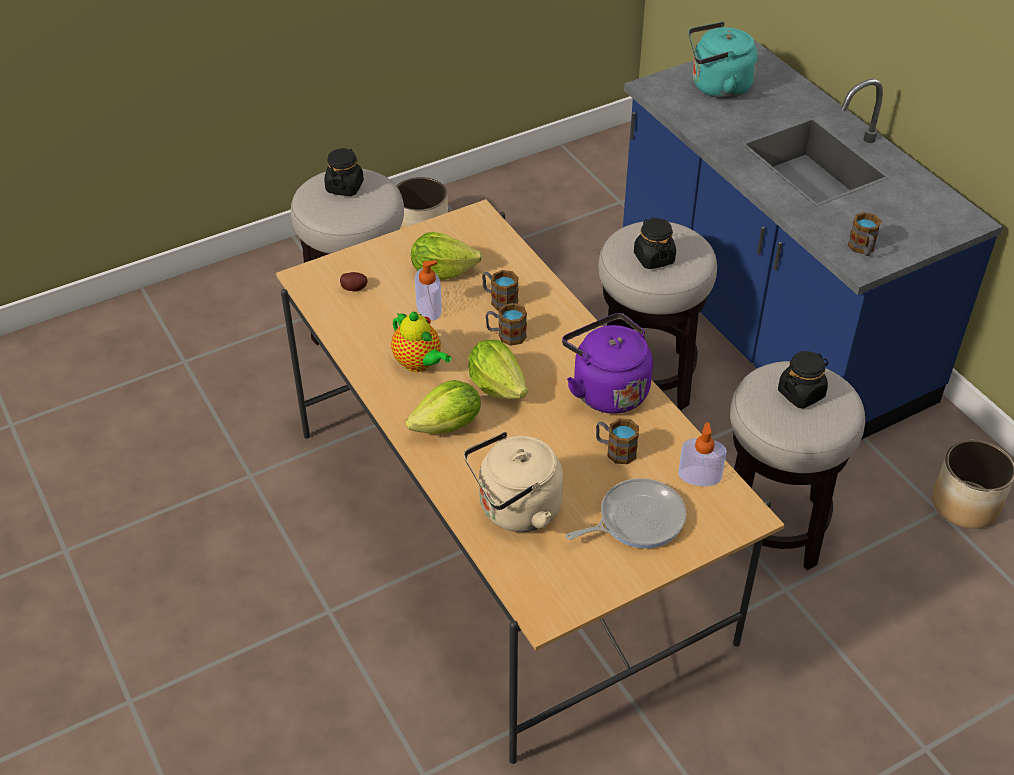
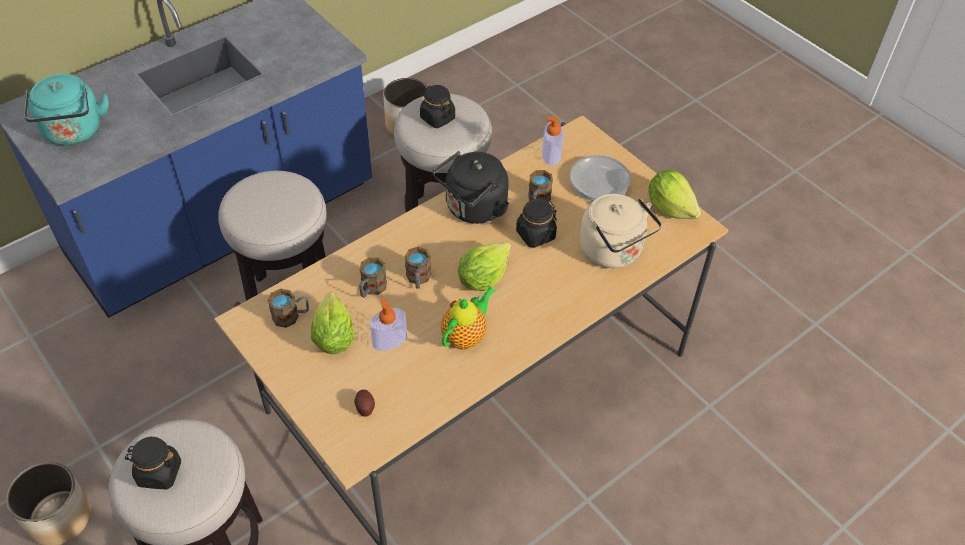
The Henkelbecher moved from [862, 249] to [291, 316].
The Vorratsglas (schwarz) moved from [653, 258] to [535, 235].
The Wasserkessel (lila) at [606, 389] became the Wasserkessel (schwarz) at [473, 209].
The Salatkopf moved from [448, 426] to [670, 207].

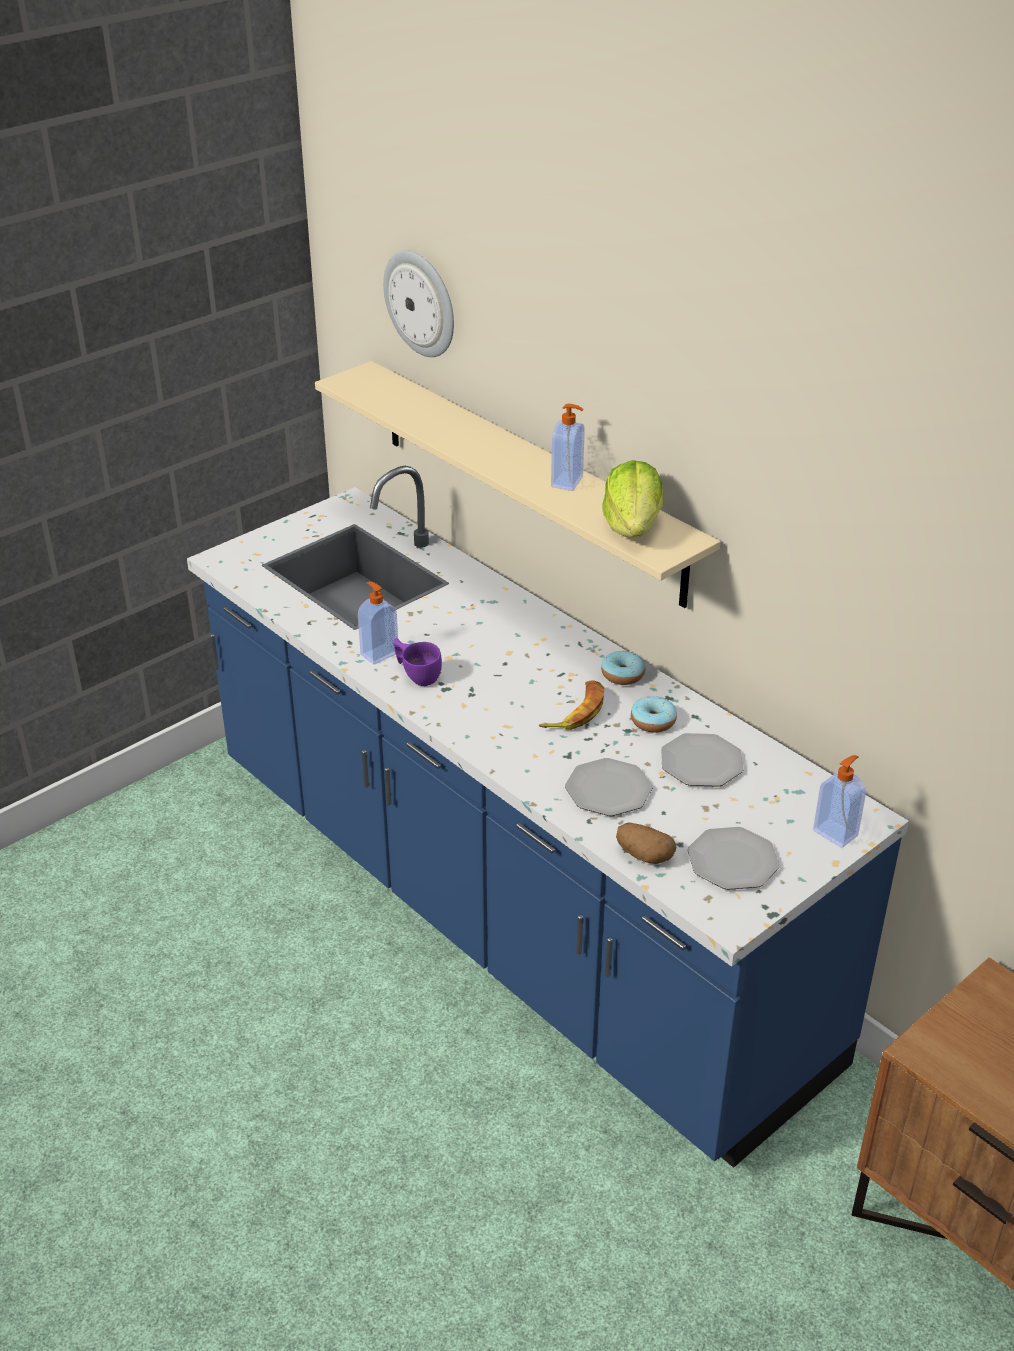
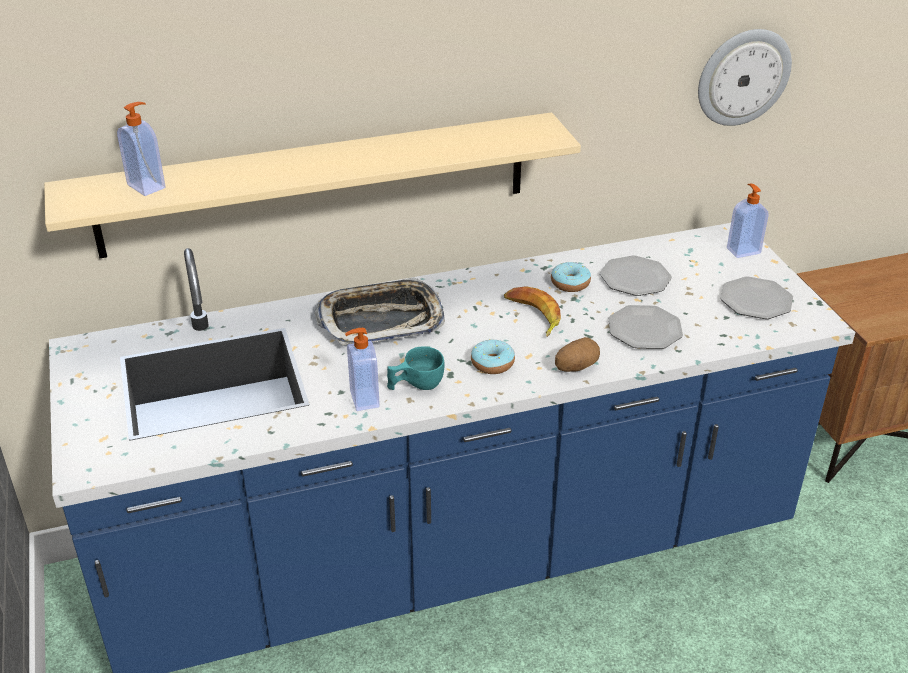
The Wanduhr moved from [421, 303] to [743, 77].
The Seifenspender moved from [568, 482] to [147, 186].
The Salatkopf at [632, 527] disappeared.
The Tasse (lila) at [417, 674] became the Tasse (türkis) at [415, 385].
The Donut moved from [623, 675] to [492, 363].
The Kartoffel moved from [643, 855] to [576, 367].
The Tablett at [381, 320] appeared.

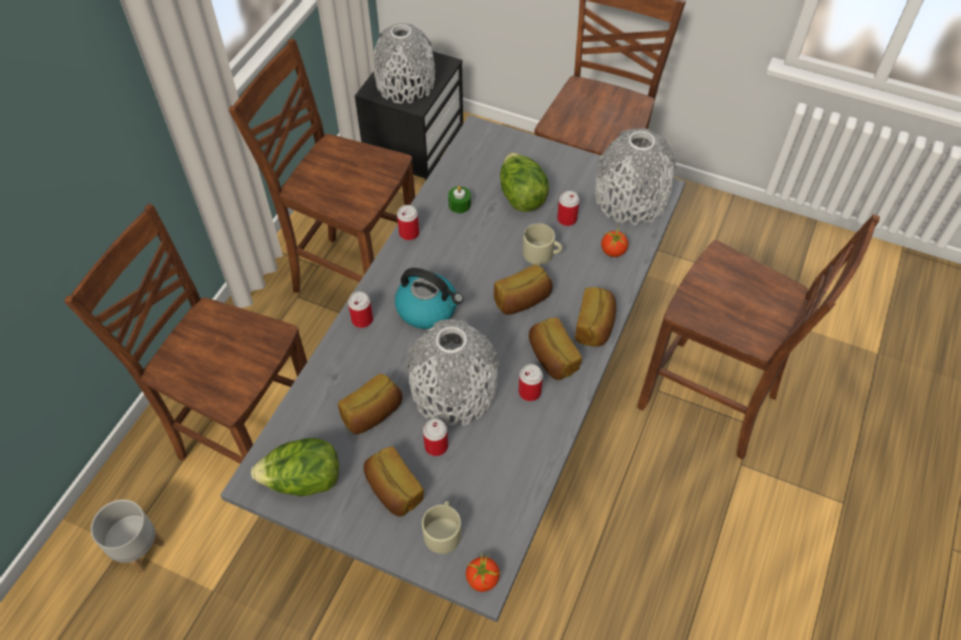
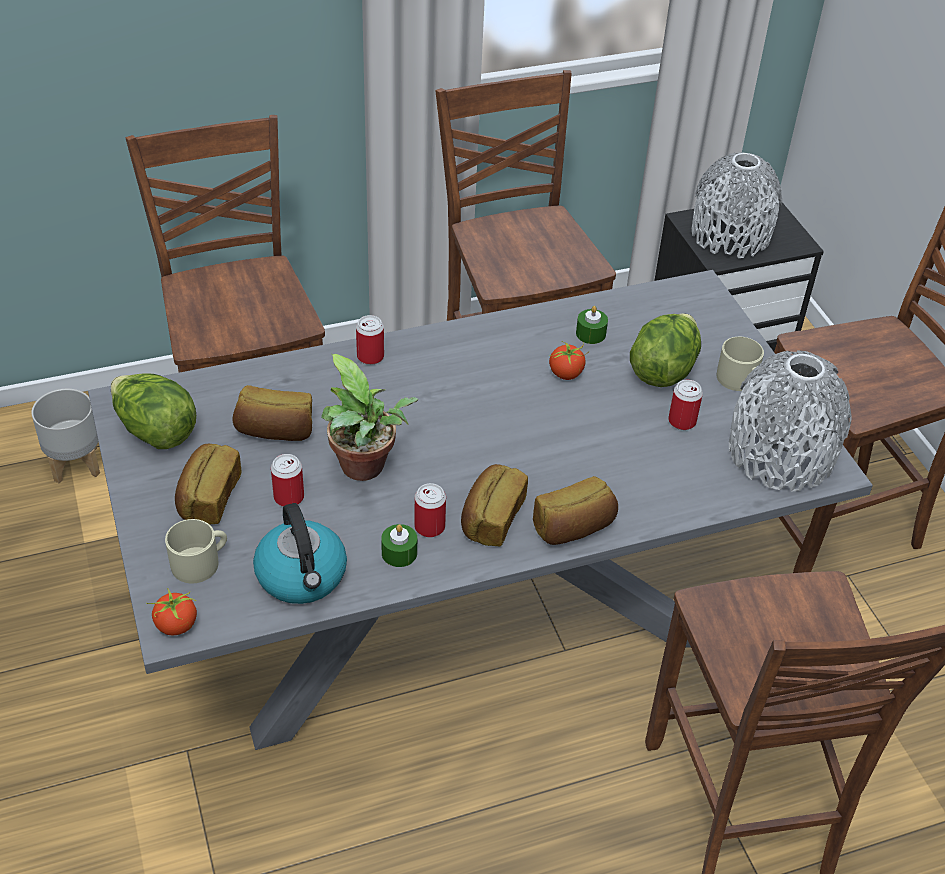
The Dose at [409, 233] disappeared.
The Henkelbecher (beige) moved from [542, 254] to [739, 380].
The Tomate moved from [613, 251] to [566, 373].
The Brot at [523, 300] disappeared.
The Wasserkessel moved from [428, 309] to [302, 576].
The Vase (grau) at [453, 390] was replaced by the Topfpflanze at [365, 469].
The Kerze (grün) at [399, 553] appeared.

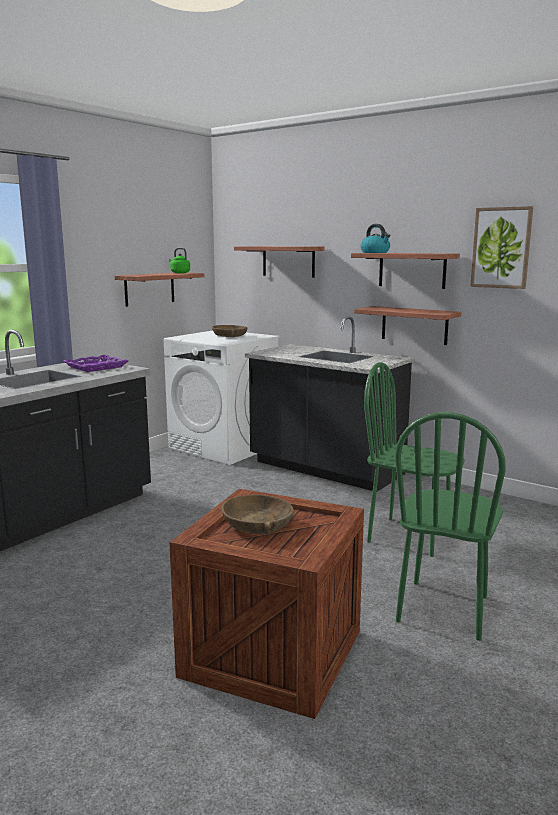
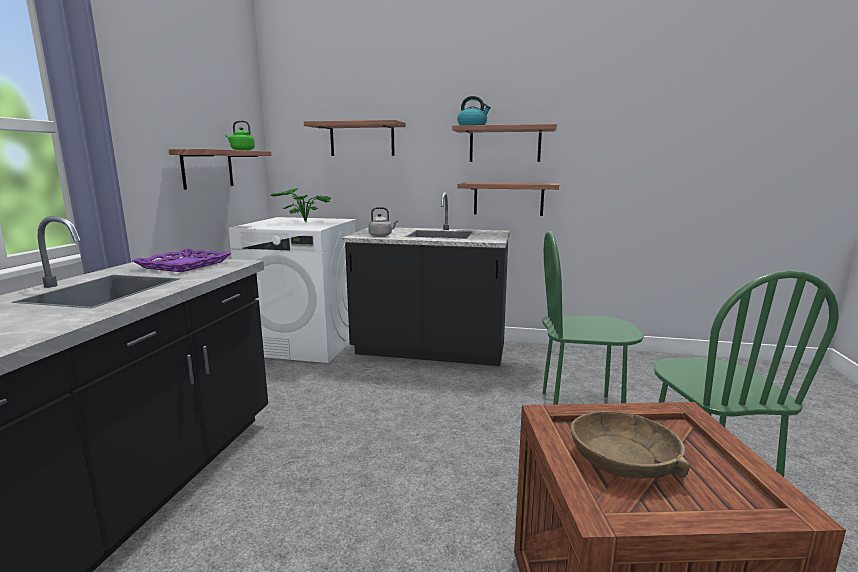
The Bild at [501, 248] disappeared.
The Schüssel (braun) at [229, 336] was replaced by the Topfpflanze at [303, 221].
The Wasserkessel (grau) at [381, 236] appeared.

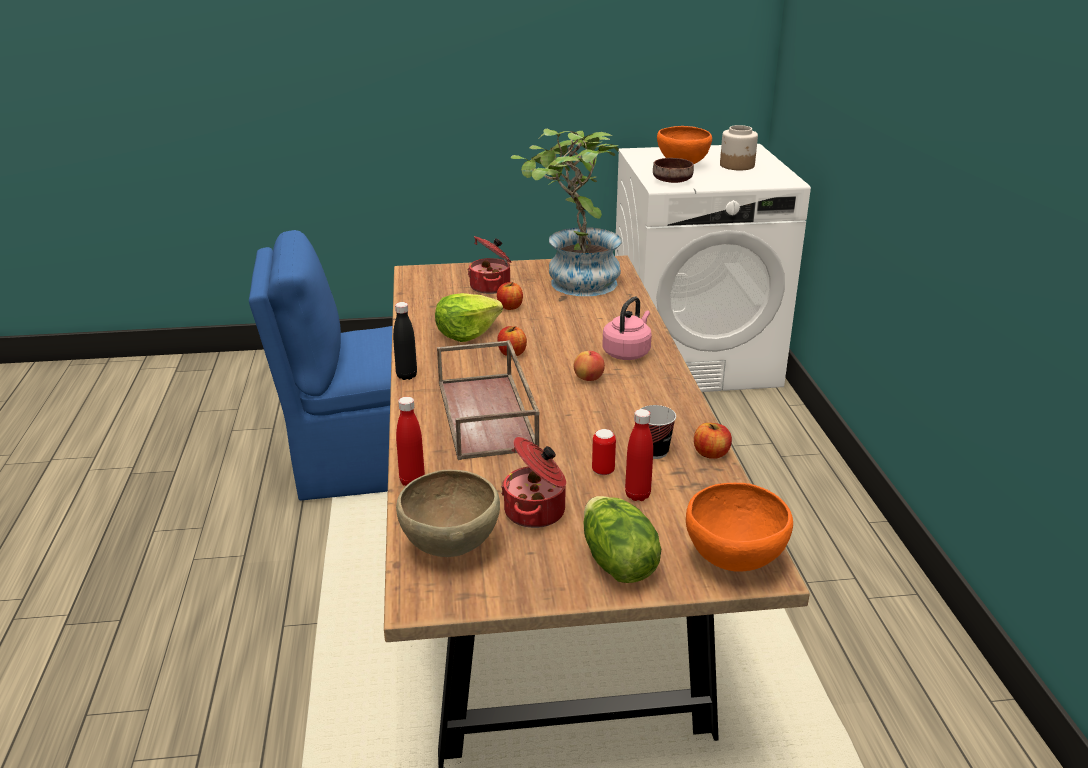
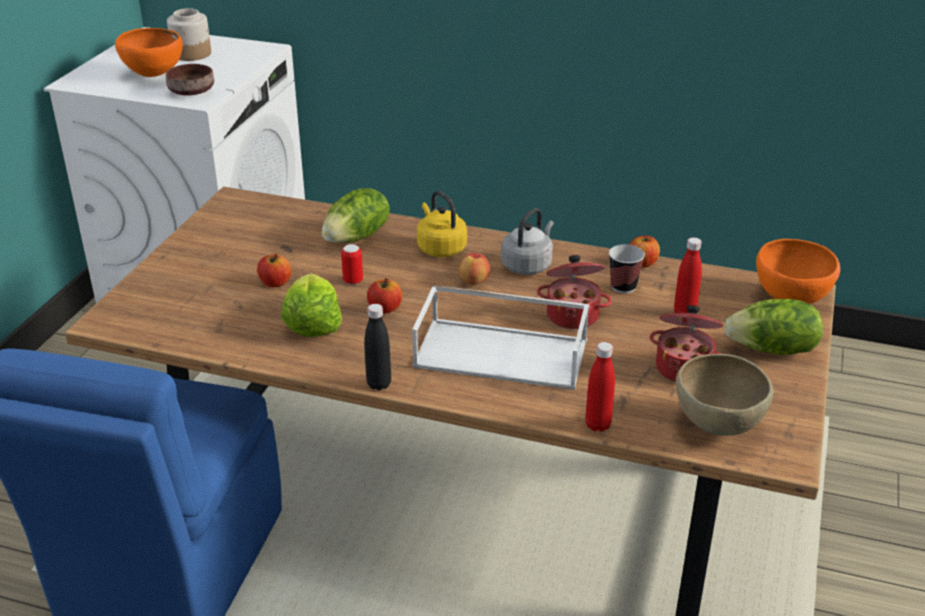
The Topfpflanze at [572, 282] disappeared.
The Kochtopf moved from [491, 286] to [573, 315].
The Wasserkessel (rosa) at [627, 352] became the Wasserkessel (gelb) at [440, 248].
The Tablett (braun) at [488, 415] became the Tablett (weiß) at [503, 353].
The Dose moved from [603, 471] to [353, 281].
The Salatkopf at [357, 237] appeared.
The Wasserkessel (grau) at [528, 265] appeared.

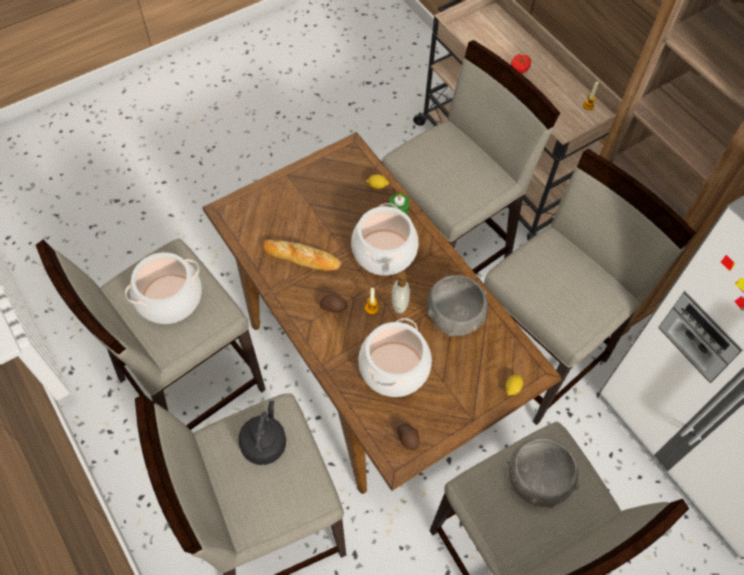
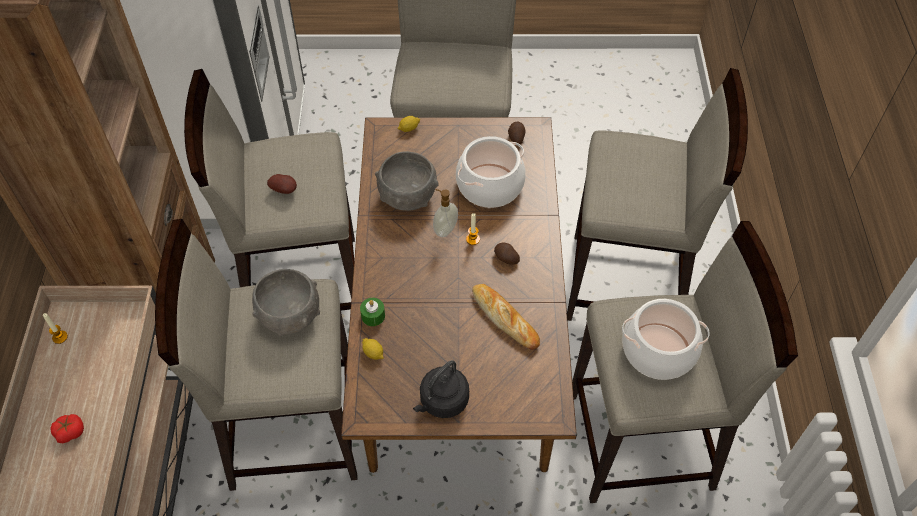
The Kochtopf at [384, 251] disappeared.
The Wasserkessel (schwarz) moved from [264, 442] to [442, 402].
The Schüssel (grau) moved from [537, 480] to [289, 315].
The Kartoffel at [284, 190] appeared.

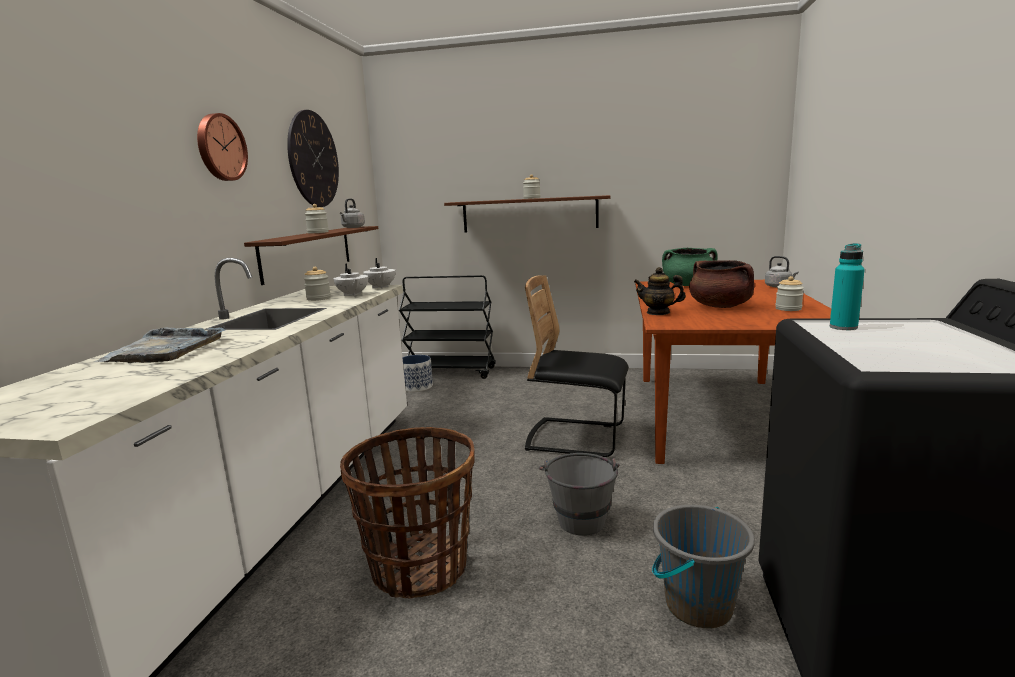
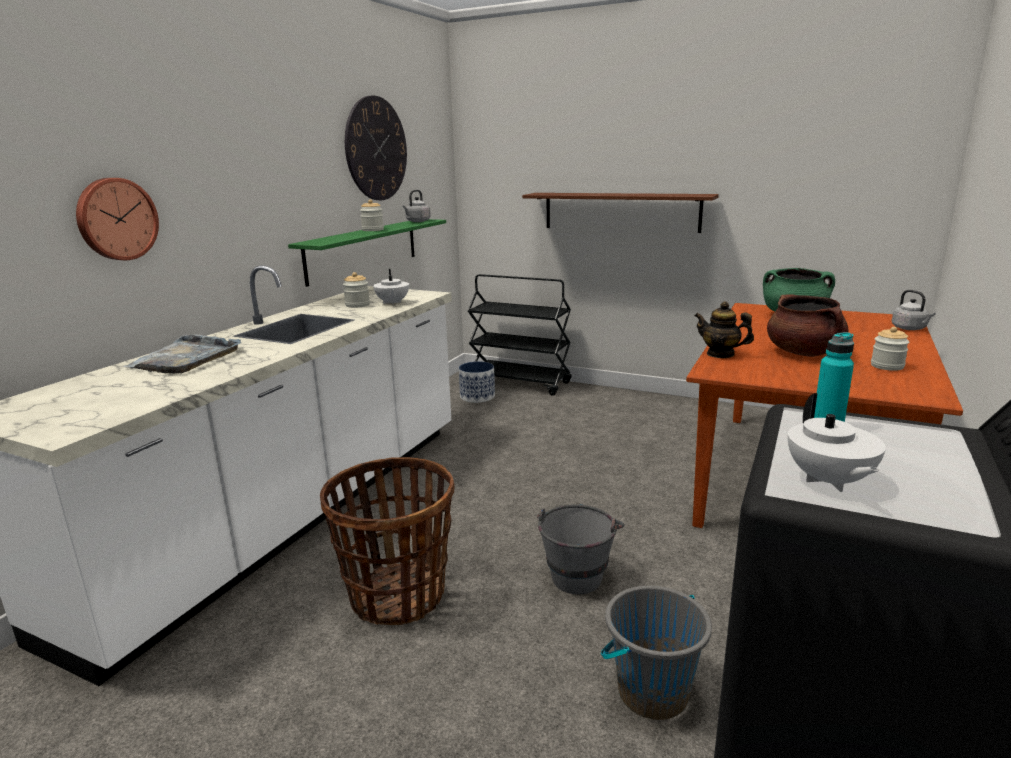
The Wanduhr moved from [220, 147] to [116, 219].
The Vorratsglas at [532, 198] disappeared.
The Wandregal (braun) at [308, 252] became the Wandregal (grün) at [363, 250].
The Teekanne (weiß) moved from [380, 287] to [828, 481].
The Stuhl (schwarz) at [576, 438] disappeared.

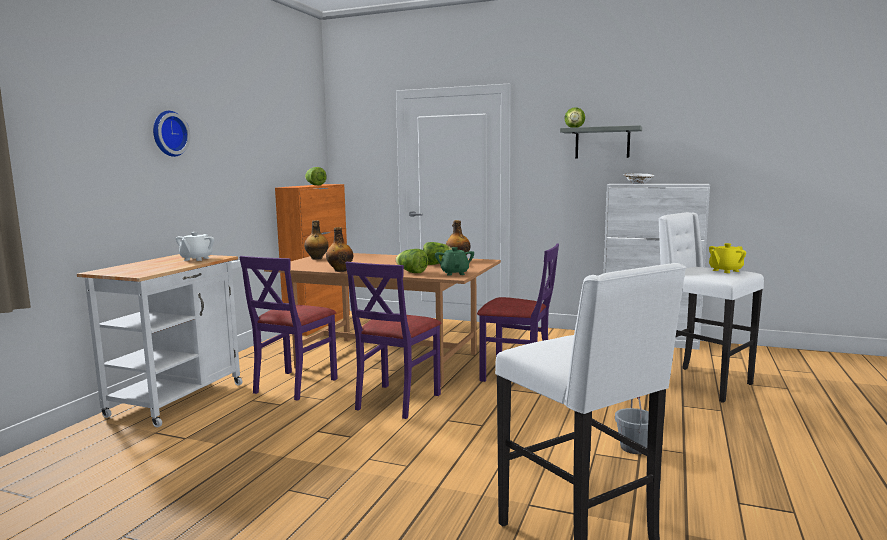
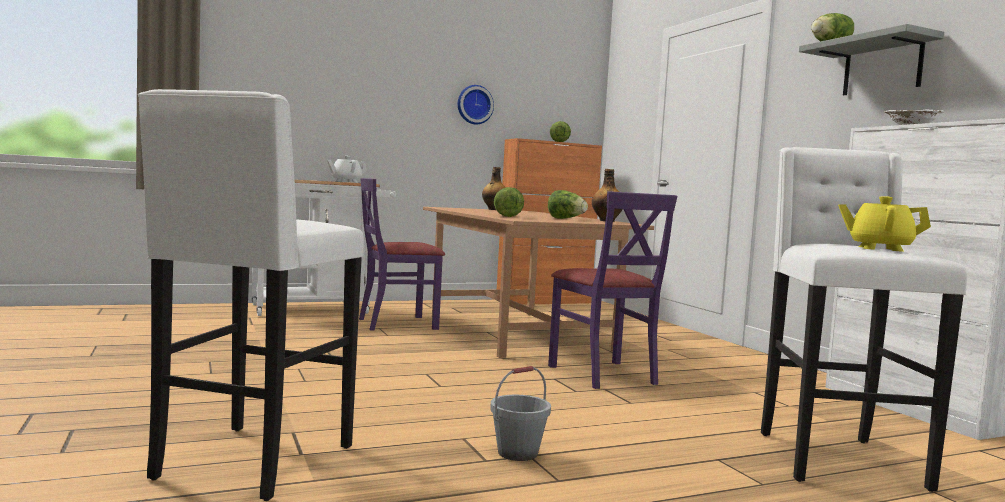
The Wanduhr moved from [168, 133] to [474, 105].
The Flasche at [340, 270] disappeared.
The Teekanne (grün) at [454, 273] disappeared.
The Stuhl (lila) at [396, 401] disappeared.

